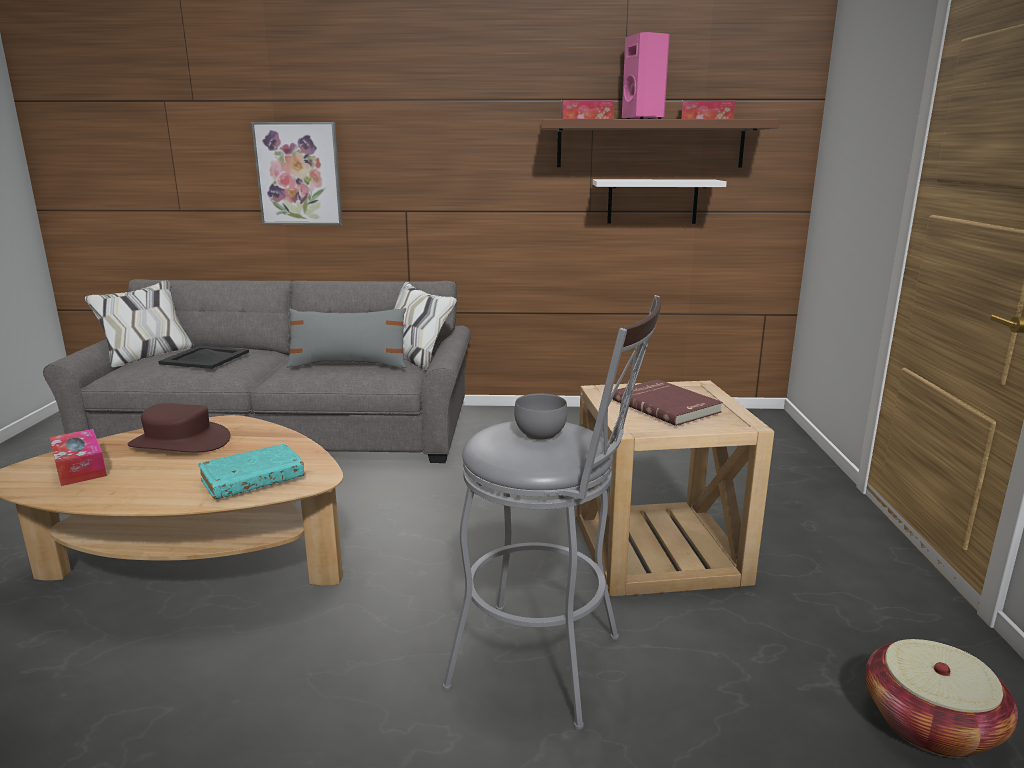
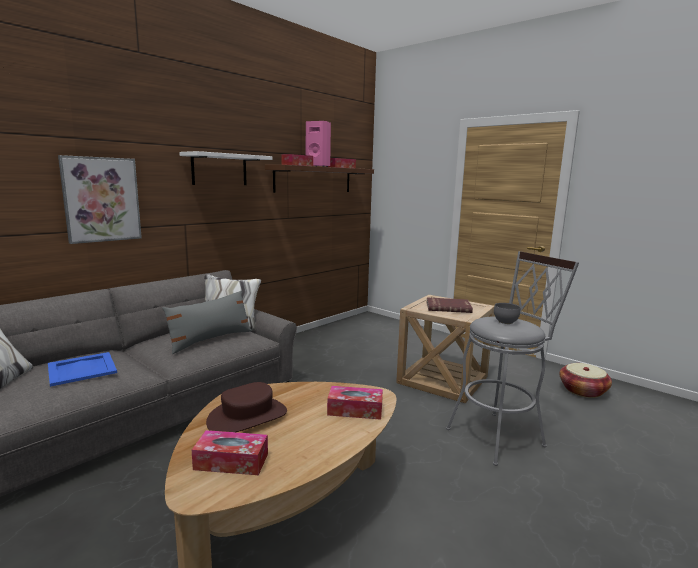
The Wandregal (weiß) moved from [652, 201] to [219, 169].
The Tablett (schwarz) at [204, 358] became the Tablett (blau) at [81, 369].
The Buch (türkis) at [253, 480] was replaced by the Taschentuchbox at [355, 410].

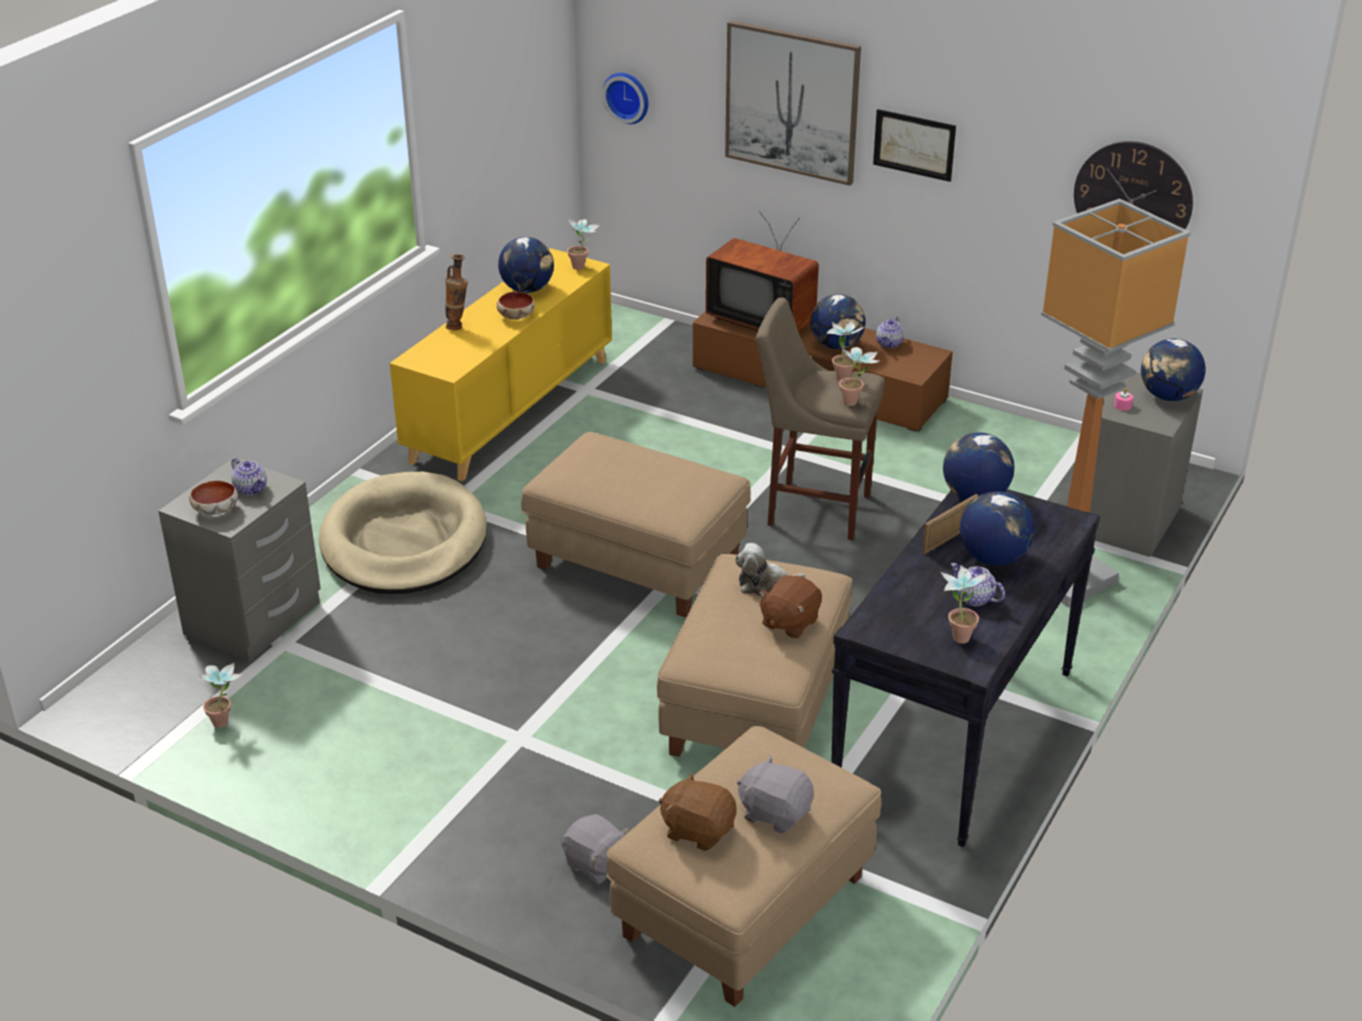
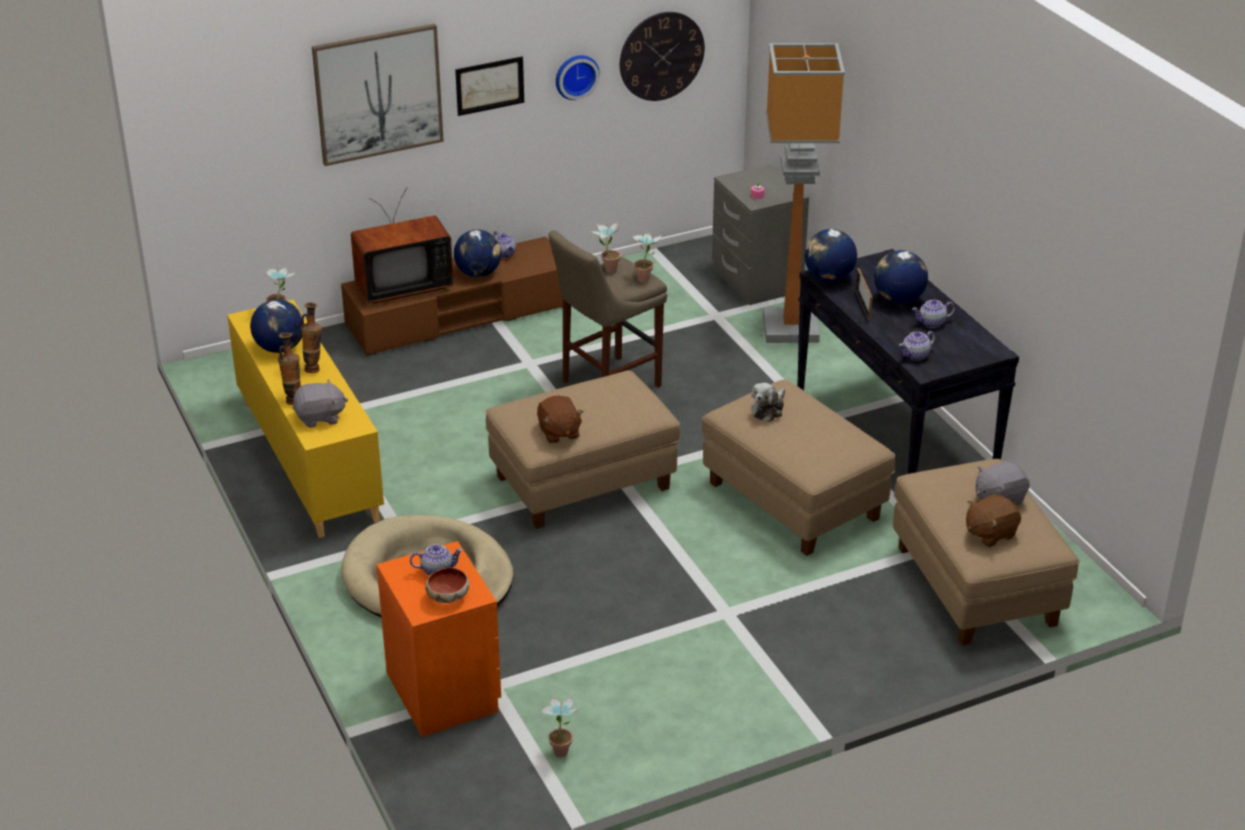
The Wanduhr moved from [628, 96] to [575, 76].
The Schüssel at [516, 316] was replaced by the Vase at [314, 368].
The Globus at [1168, 396] disappeared.
The Nachttisch (grau) at [254, 619] became the Nachttisch (orange) at [444, 691].
The Topfpflanze at [958, 634] disappeared.
The Plüschtier (braun) moved from [789, 622] to [559, 433].
The Plüschtier (grau) moved from [597, 865] to [320, 417].
The Teekanne at [915, 355] appeared.

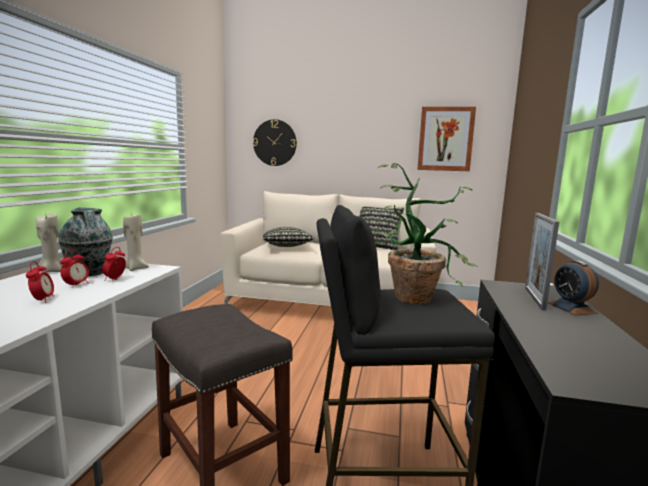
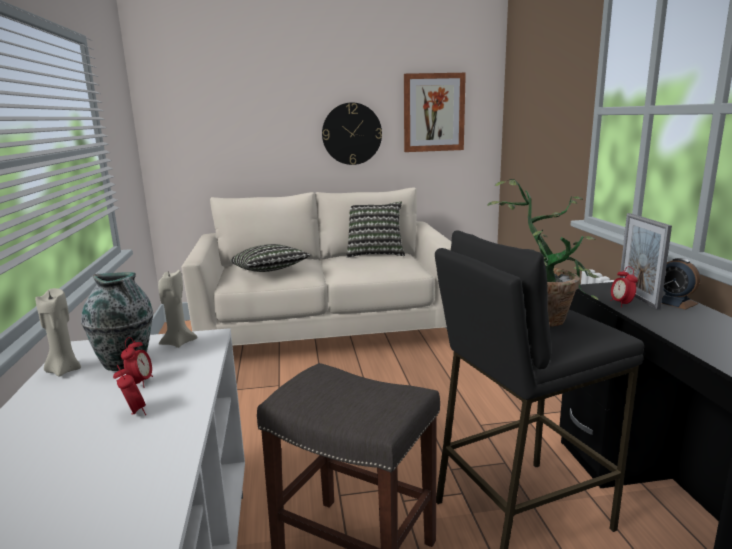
The Wanduhr moved from [275, 143] to [352, 134].
The Wecker moved from [115, 279] to [621, 304].

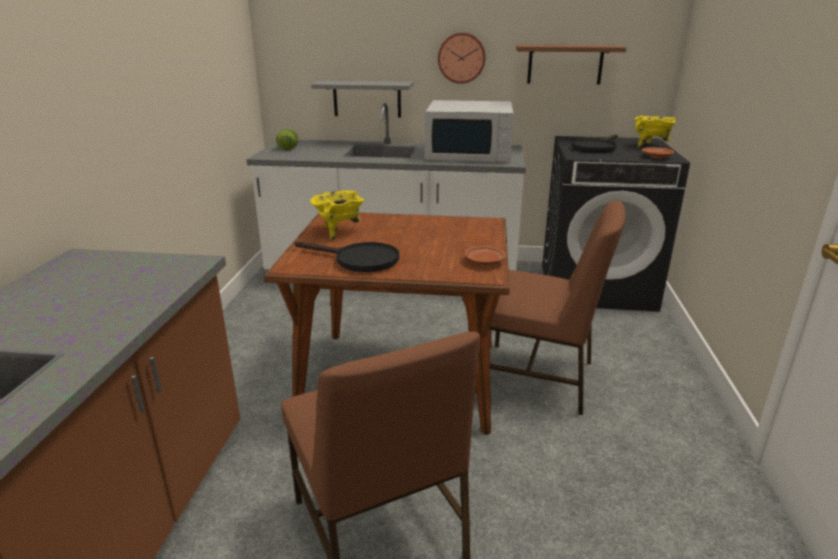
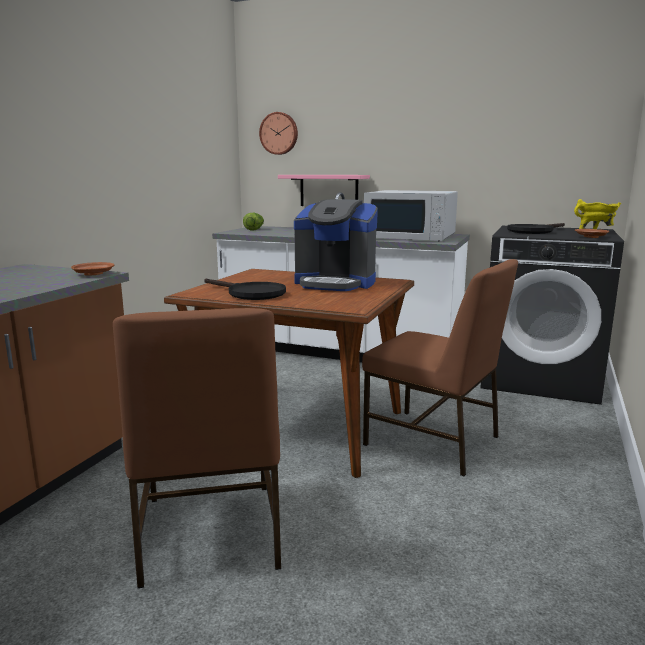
The Wanduhr moved from [461, 58] to [279, 133].
The Wandregal (braun) at [565, 64] disappeared.
The Wandregal (grau) at [367, 99] became the Wandregal (rosa) at [329, 190].
The Kochtopf (gelb) at [338, 232] disappeared.
The Teller (braun) moved from [484, 261] to [93, 274].
The Kaffeemaschine at [335, 283] appeared.

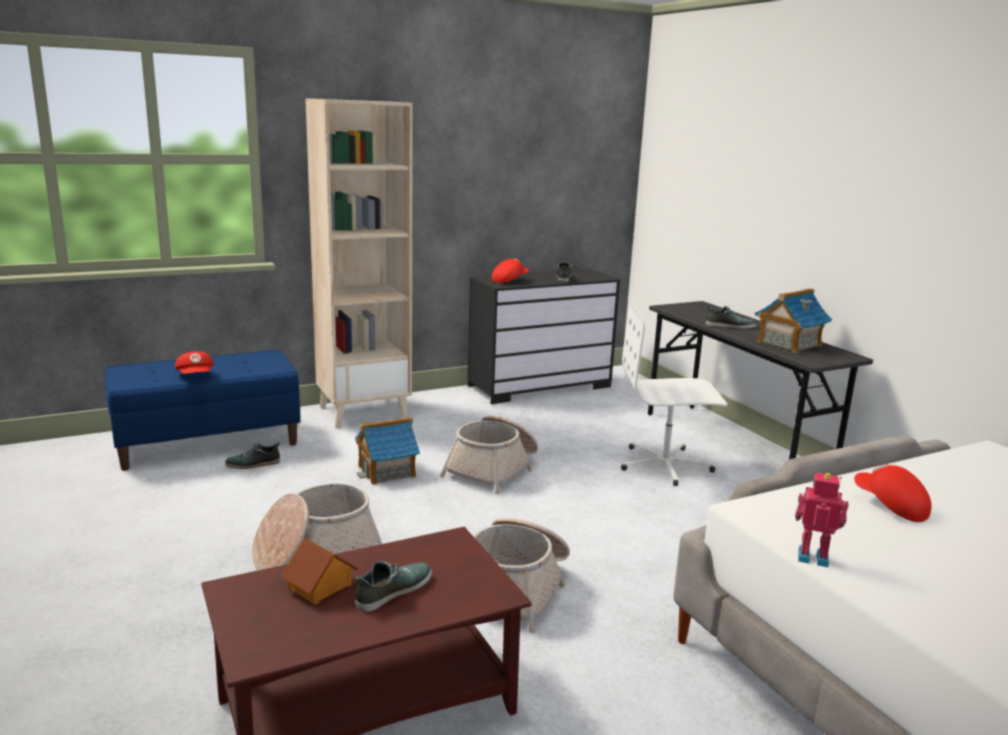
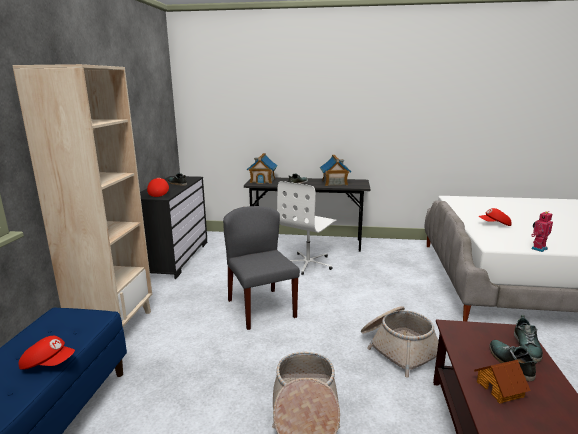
The Korb at [493, 469] was replaced by the Stuhl (grau) at [261, 308].
The Spielzeughaus moved from [387, 471] to [262, 180].
The Schuh moved from [253, 464] to [527, 347].

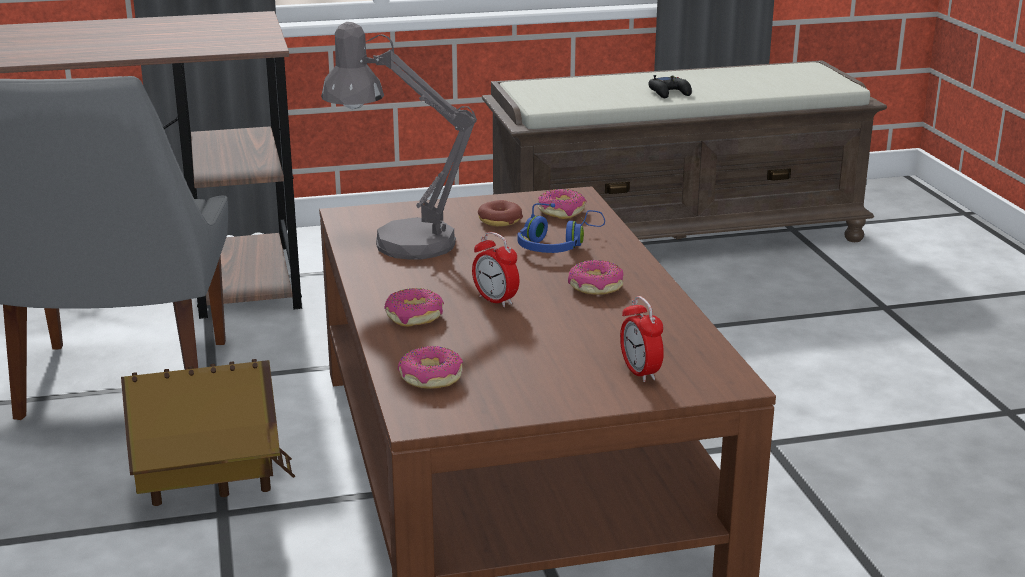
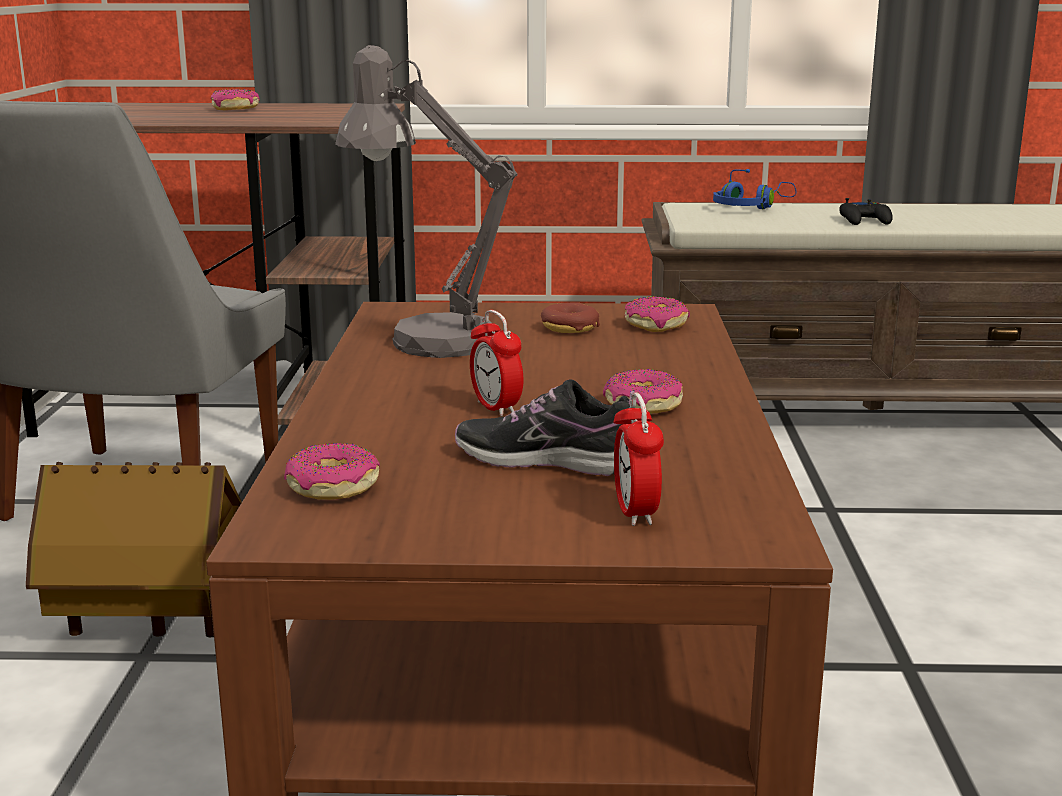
The Kopfhörer (blau) moved from [557, 245] to [749, 207].
The Donut moved from [415, 316] to [236, 109].
The Schuh at [549, 461] appeared.

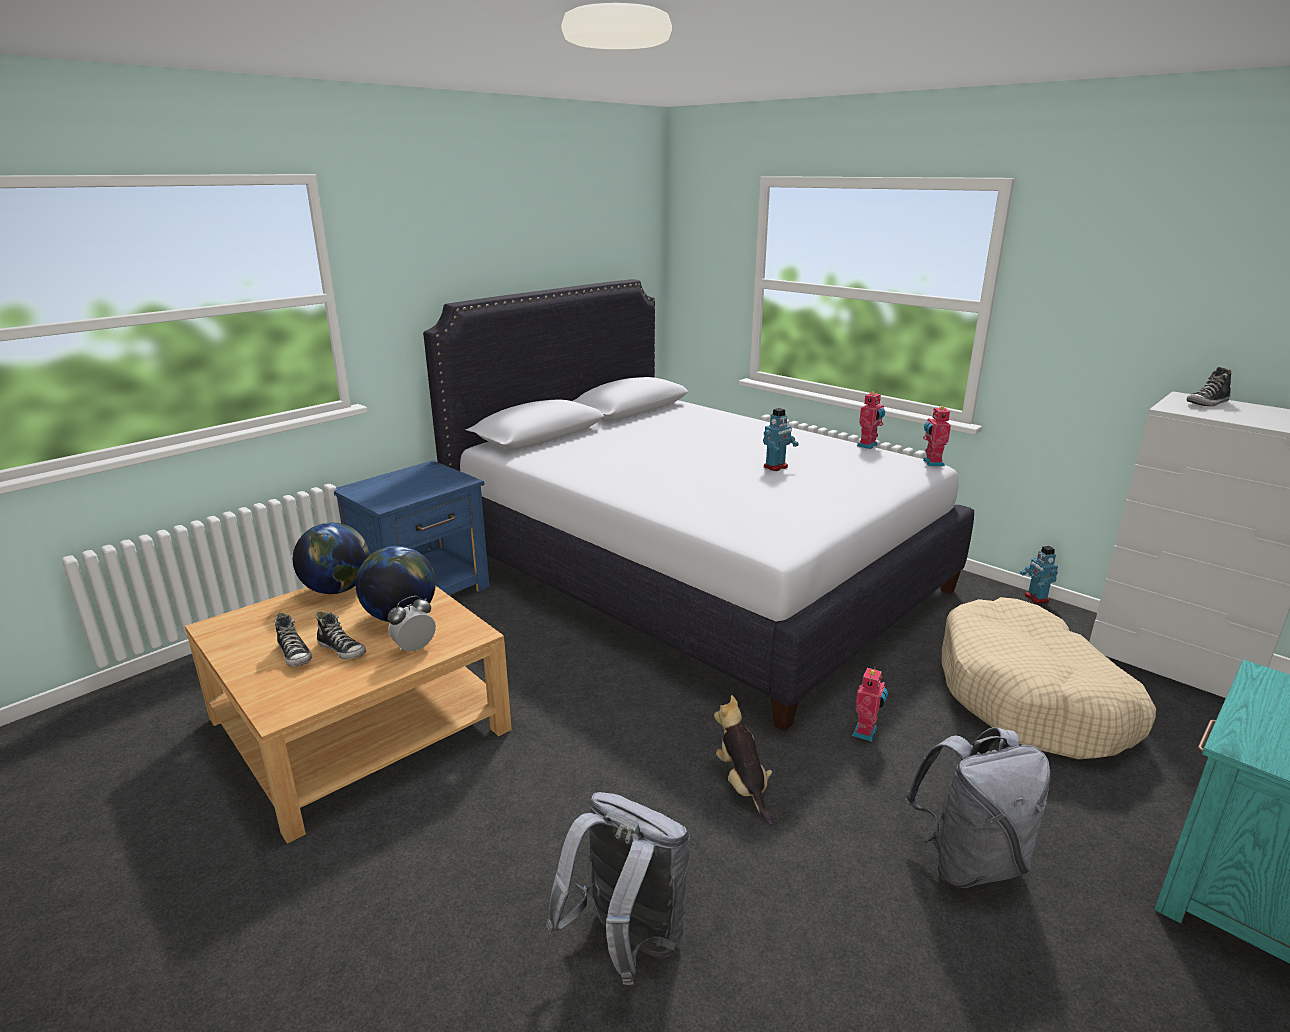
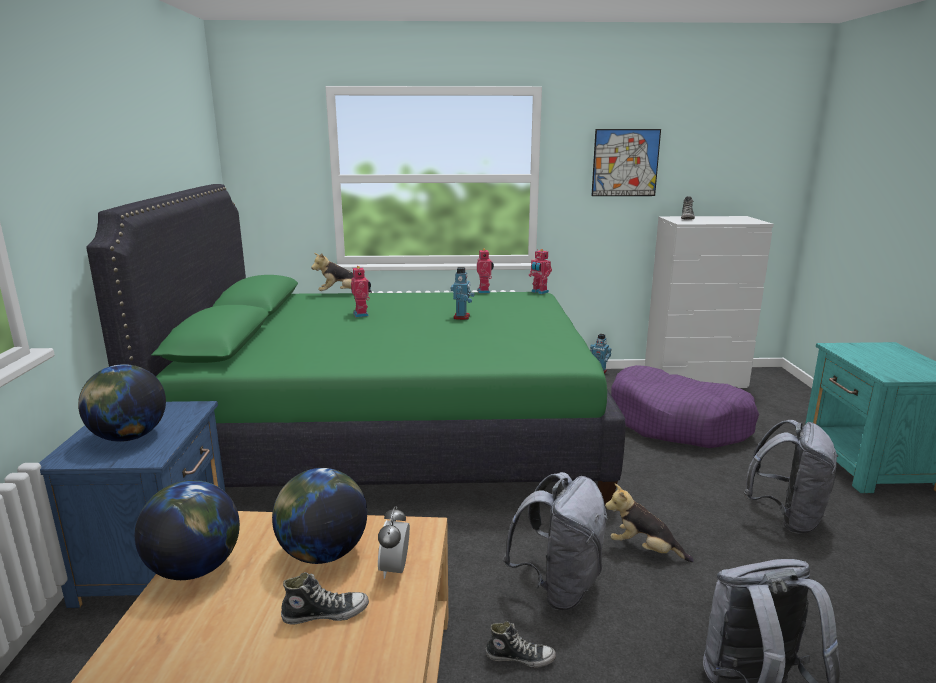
The Bett (weiß) at [694, 574] became the Bett (grün) at [393, 435].
The Hundebett (beige) at [1031, 699] became the Hundebett (lila) at [678, 423].
The Schuh moved from [295, 654] to [520, 657].
The Spielzeugroboter moved from [866, 733] to [362, 314].
The Bild at [625, 163] appeared.
The Plüschtier at [341, 294] appeared.
The Globus at [129, 437] appeared.
The Rucksack (grau) at [558, 587] appeared.

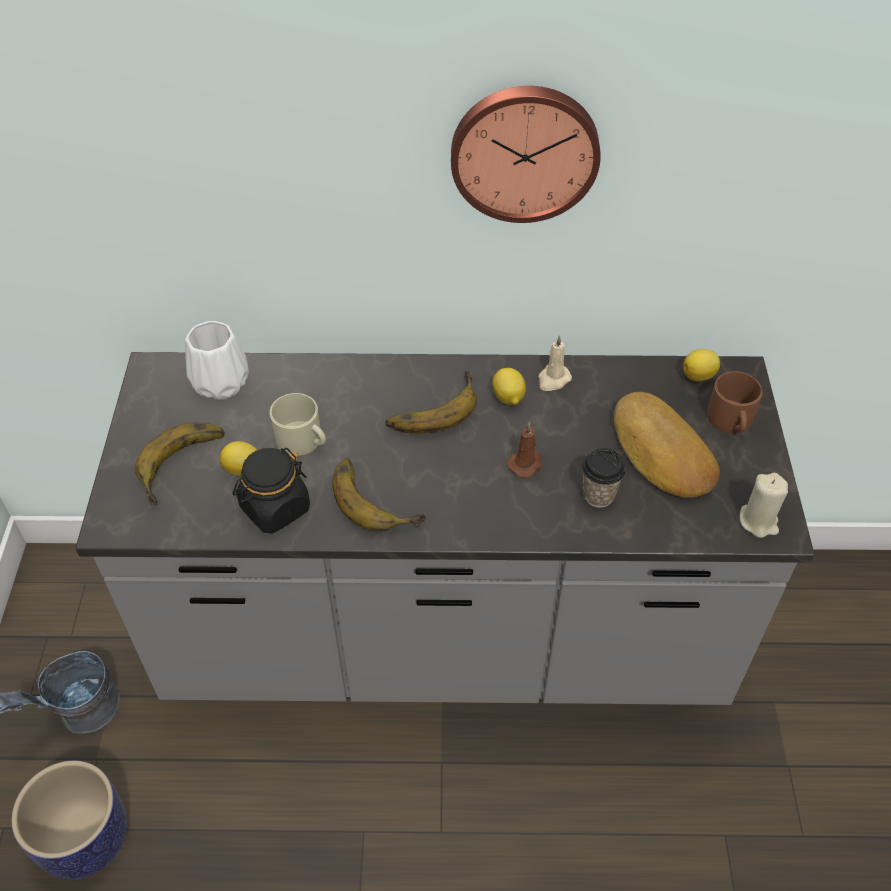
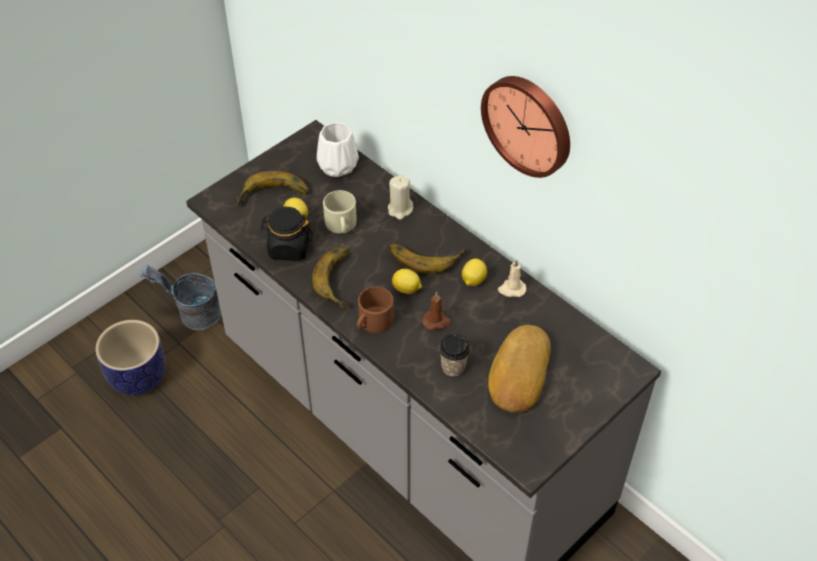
The Zitrone moved from [699, 376] to [407, 289].
The Henkelbecher (braun) moved from [731, 421] to [373, 322].
The Kerze (beige) moved from [758, 521] to [400, 209].

